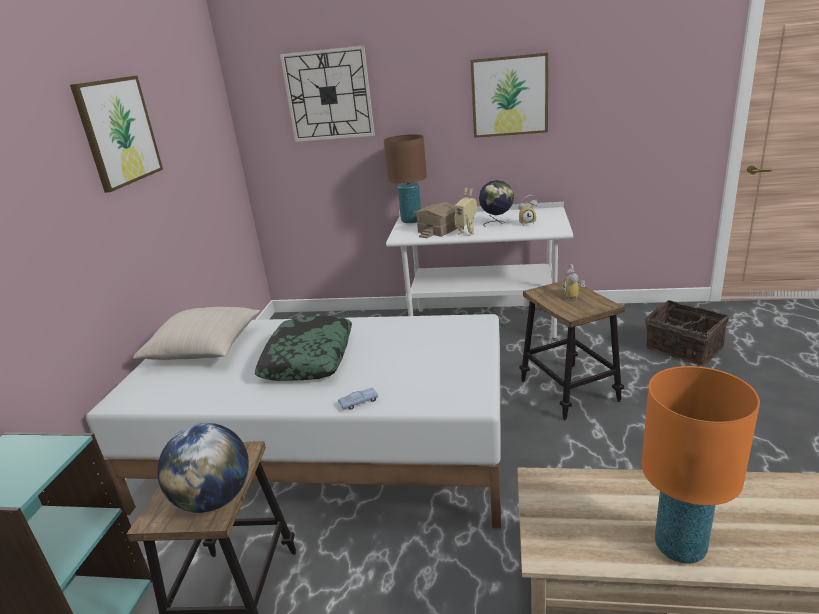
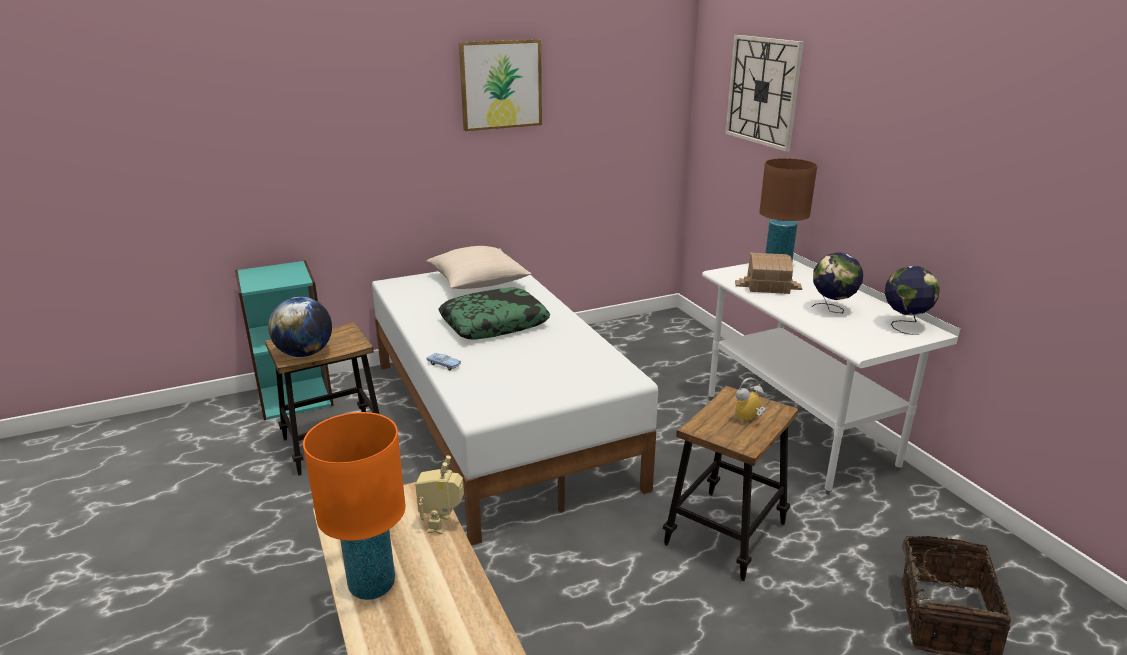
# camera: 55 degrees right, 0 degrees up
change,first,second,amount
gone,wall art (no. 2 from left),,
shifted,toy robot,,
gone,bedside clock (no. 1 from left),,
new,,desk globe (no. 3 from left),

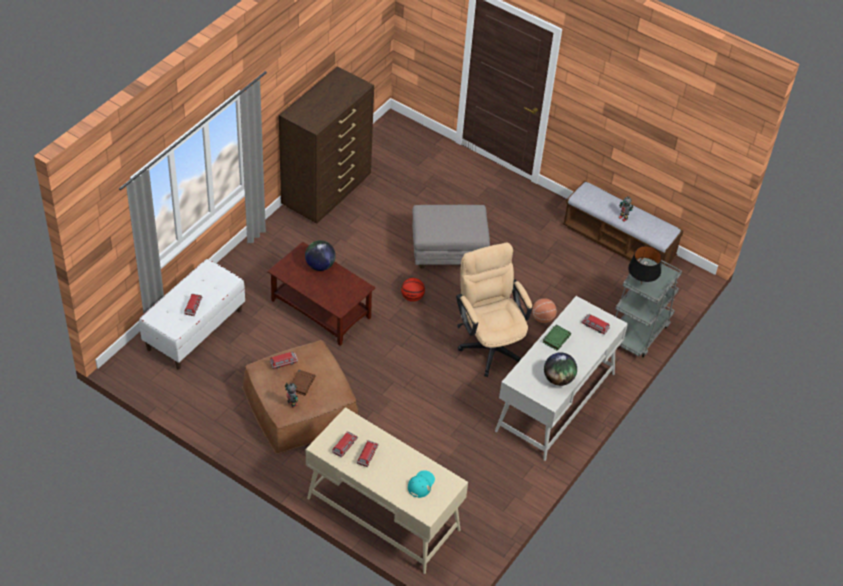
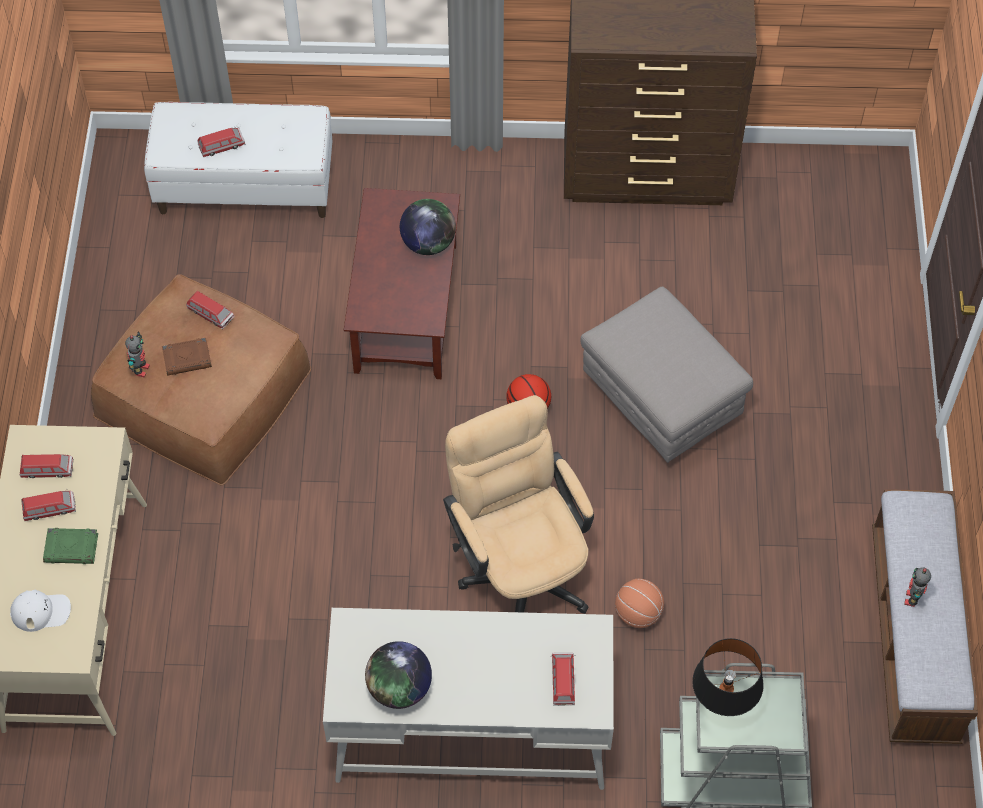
# camera: 60 degrees right, 10 degrees up
change,first,second,amount
rotated,sand-coloured desk chair,,60 degrees counterclockwise
shifted,green-coloured book,,
repainted,blue-green cap,whitish cap,

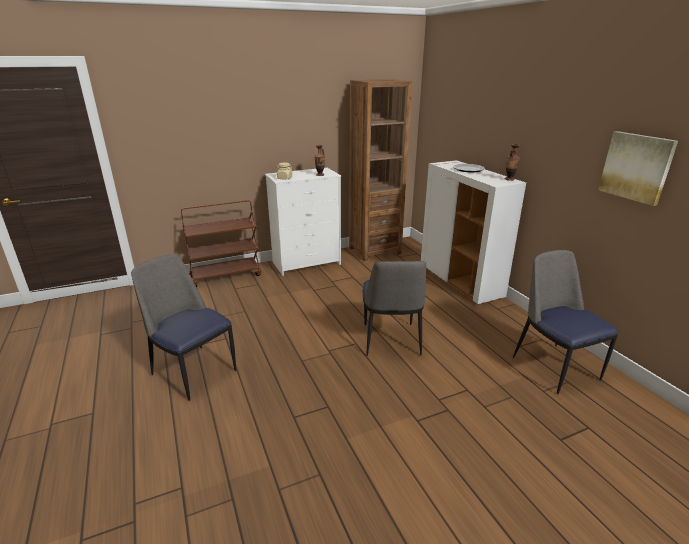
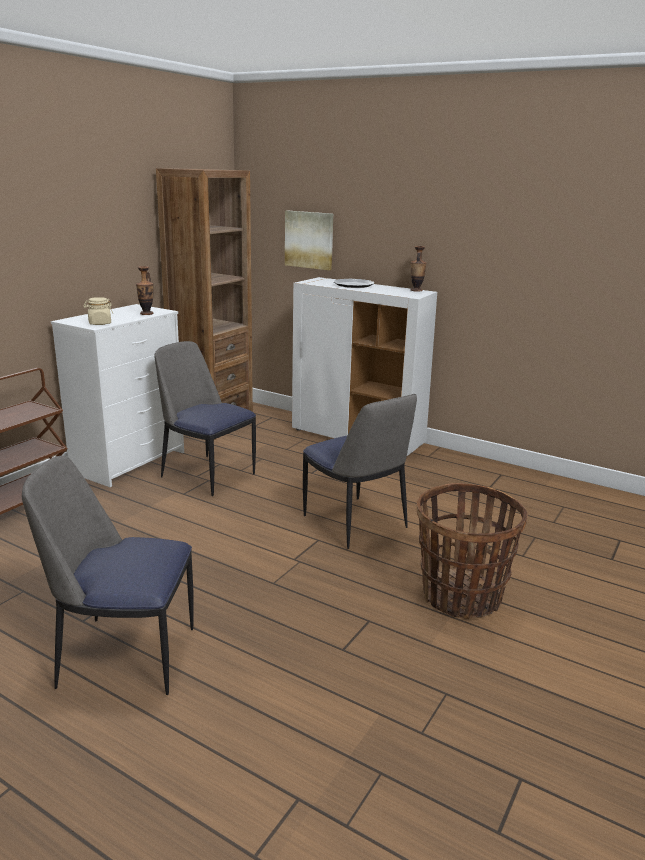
# camera: 35 degrees left, 5 degrees down
change,first,second,amount
shifted,wall art,,
shifted,upright chair (no. 3 from left in the first image),upright chair (no. 2 from left),
new,,household basket,

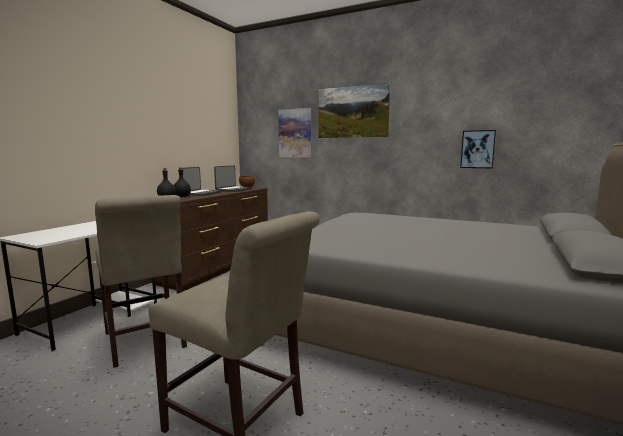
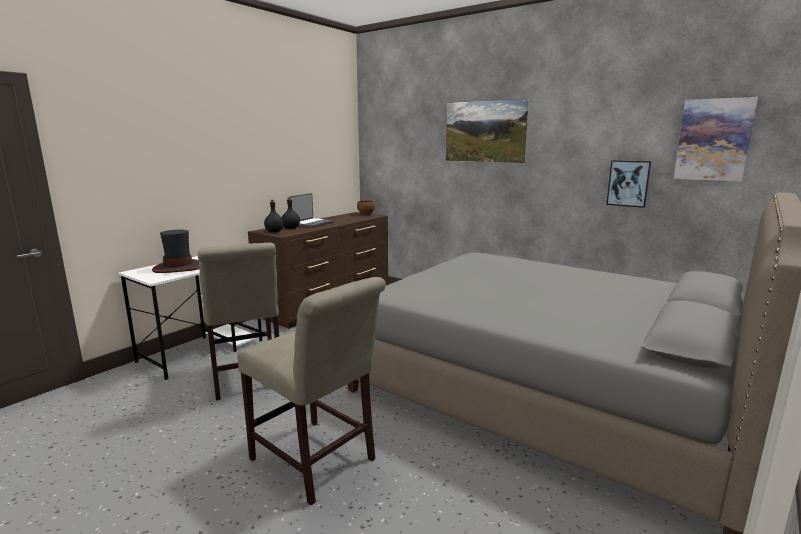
# camera: 10 degrees right, 5 degrees up
change,first,second,amount
shifted,wall art (no. 1 from left in the first image),wall art (no. 3 from left),
gone,notebook computer (no. 2 from left),,
new,,wearable hat,

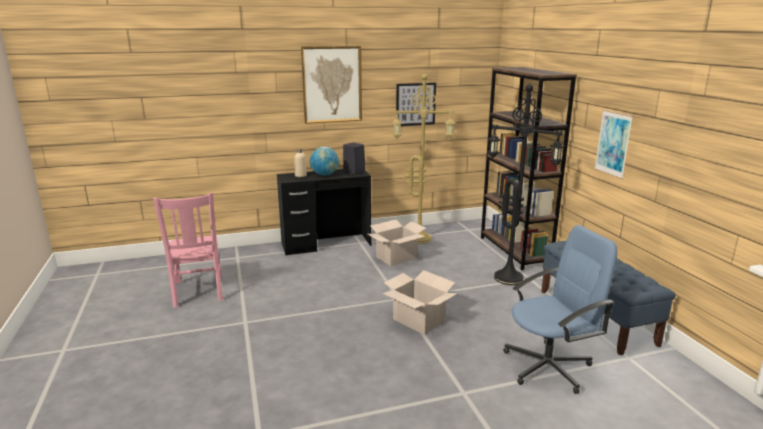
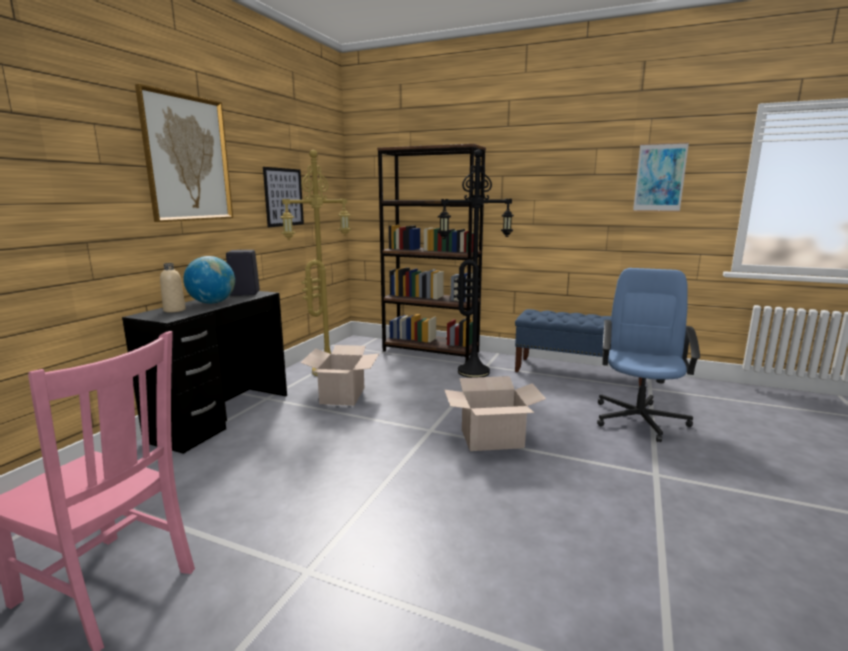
# camera: 50 degrees left, 5 degrees down
change,first,second,amount
shifted,wall art (no. 3 from left),,

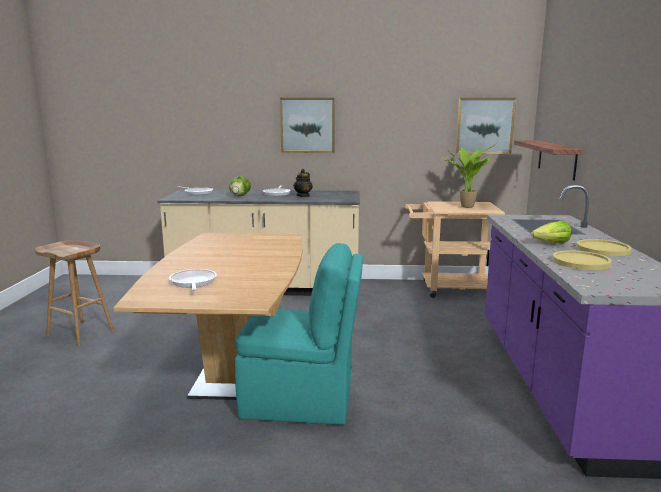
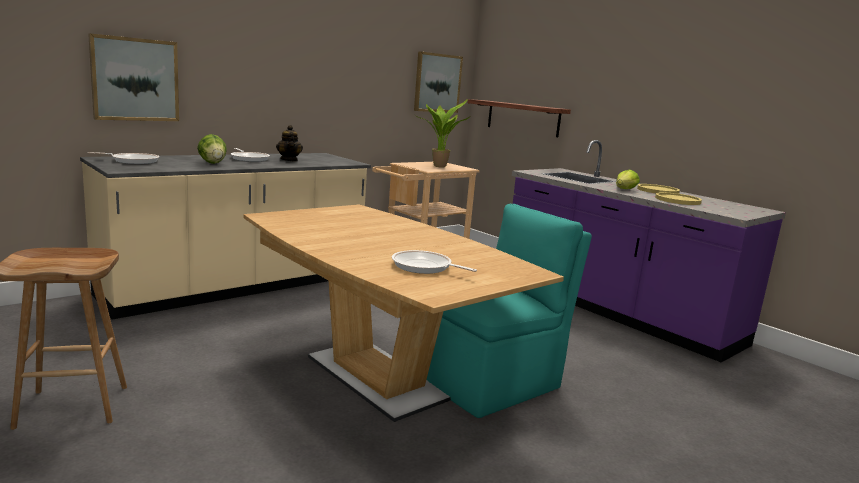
# camera: 45 degrees left, 0 degrees up
change,first,second,amount
shifted,wall art (no. 1 from left),,

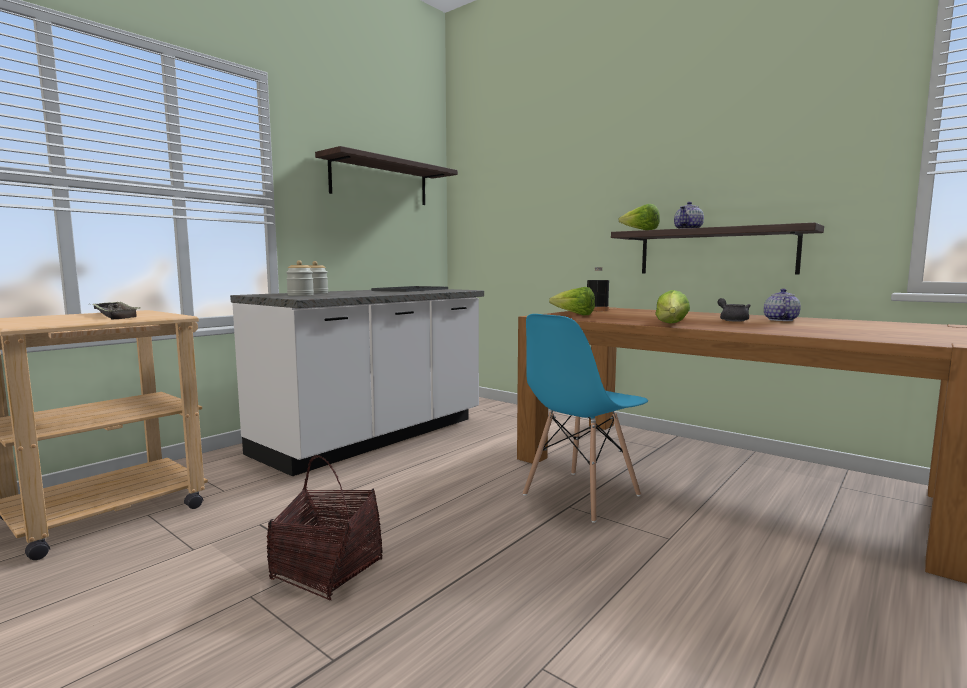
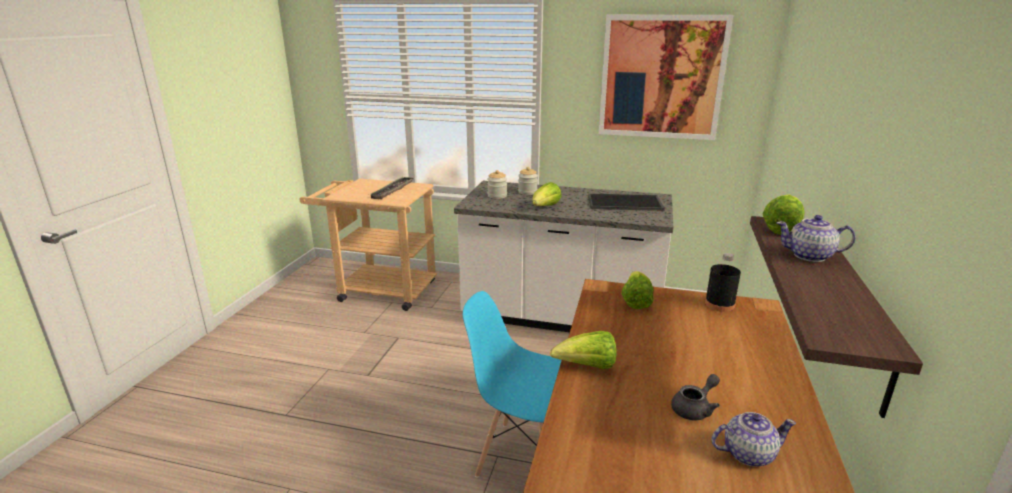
# camera: 65 degrees right, 15 degrees up
change,first,second,amount
swapped,wall shelf (no. 1 from left),wall art,
gone,household basket,,
new,,lettuce (no. 1 from left),

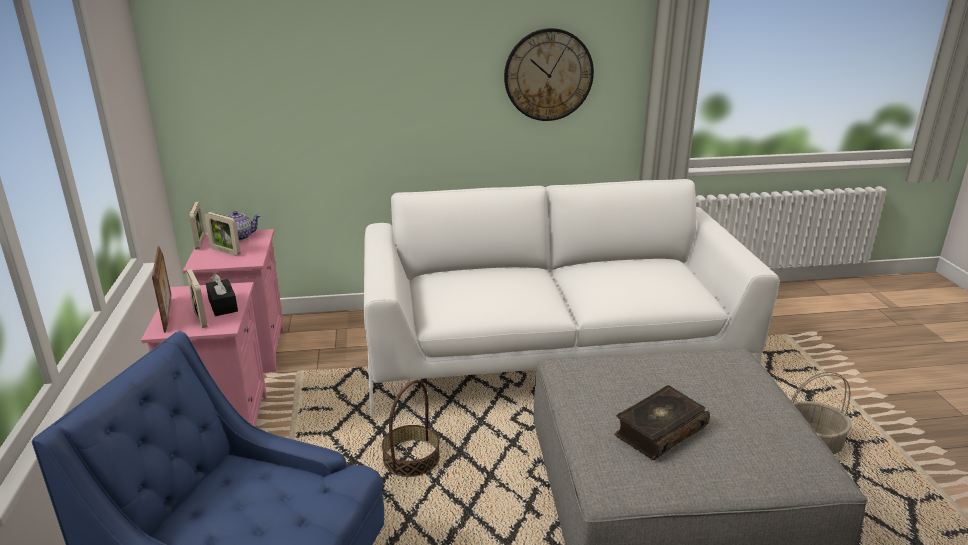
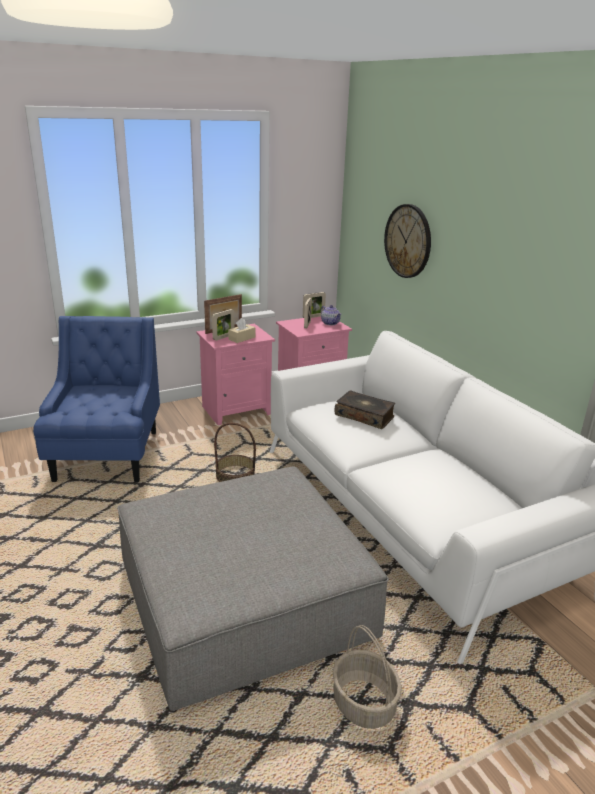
# camera: 70 degrees right, 0 degrees up
change,first,second,amount
shifted,wall clock,,
repainted,blackish tissue holder,sand-coloured tissue holder,
shifted,book,,

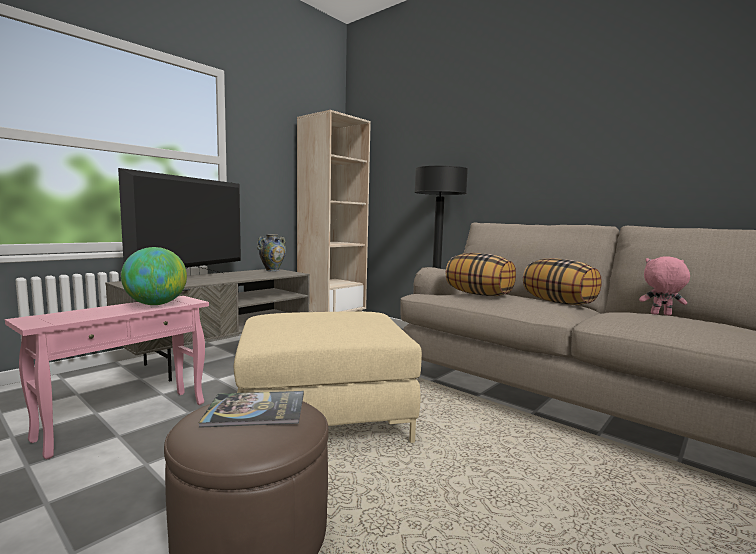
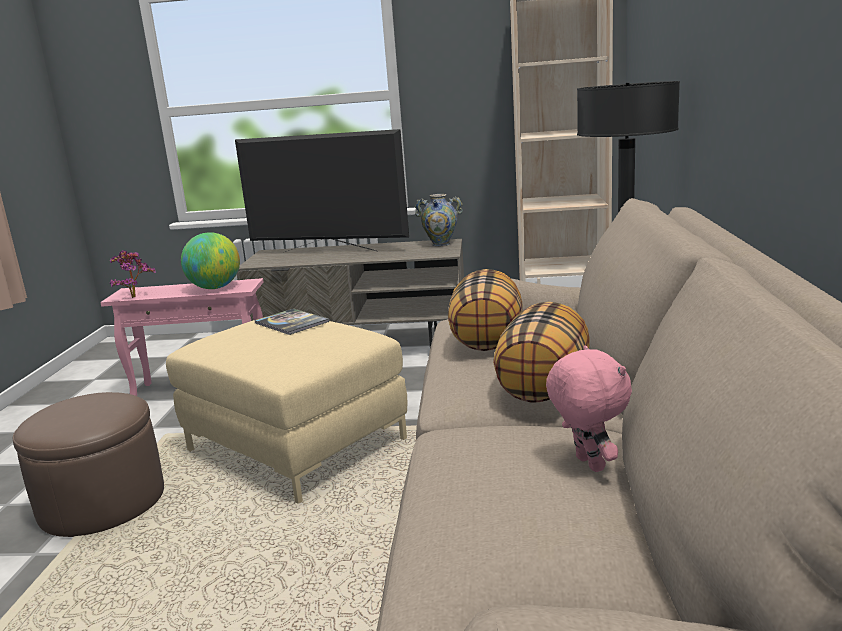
# camera: 55 degrees right, 10 degrees up
change,first,second,amount
rotated,TV,,150 degrees counterclockwise
shifted,book,,
new,,potted plant,

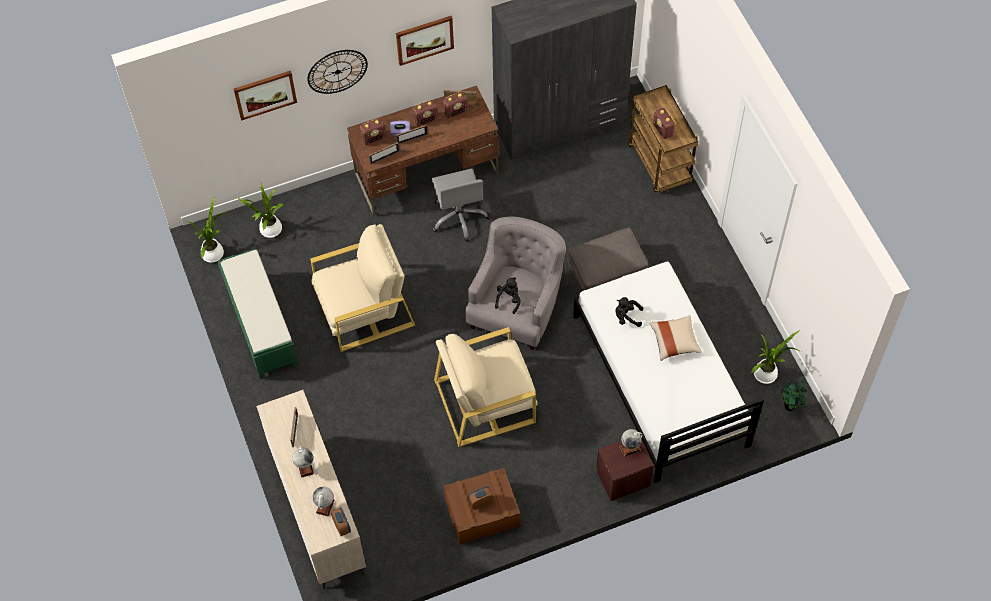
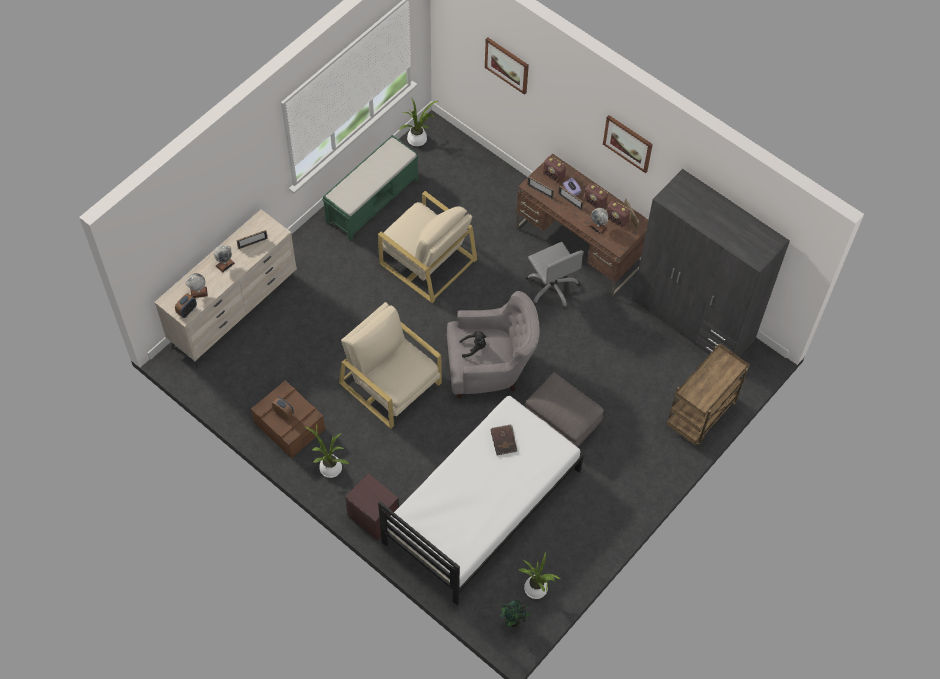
# camera: 60 degrees right, 0 degrees up
change,first,second,amount
gone,wall clock,,
gone,radio receiver (no. 4 from left),,
rotated,gray desk chair,,75 degrees counterclockwise
shifted,potted plant (no. 2 from left in the first image),potted plant (no. 1 from left),
swapped,blackish soft toy (no. 2 from left),brown book,
gone,sand-coloured pillow,,
shifted,desk globe (no. 3 from left),,

